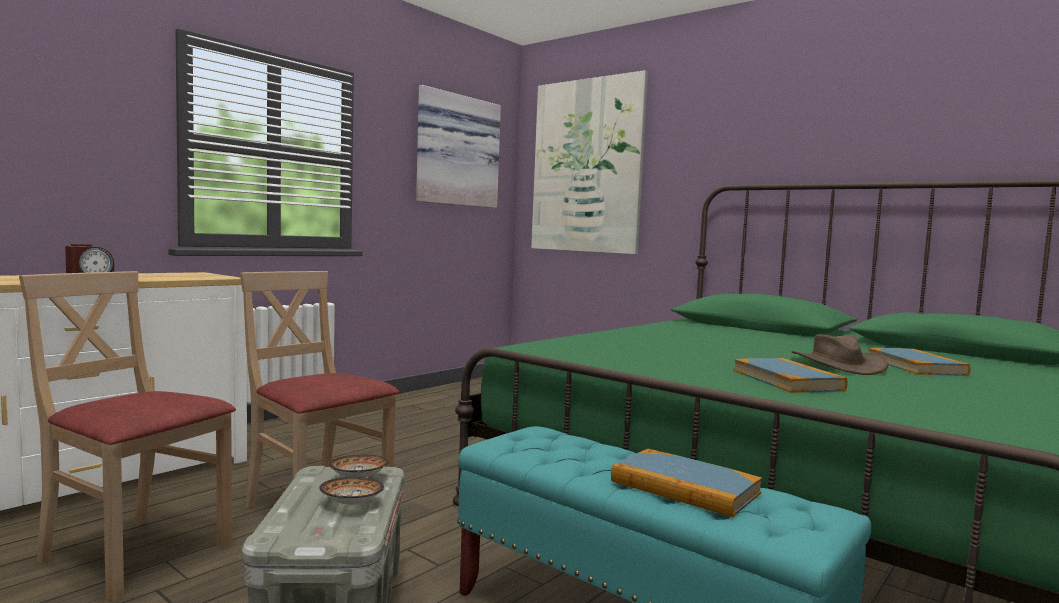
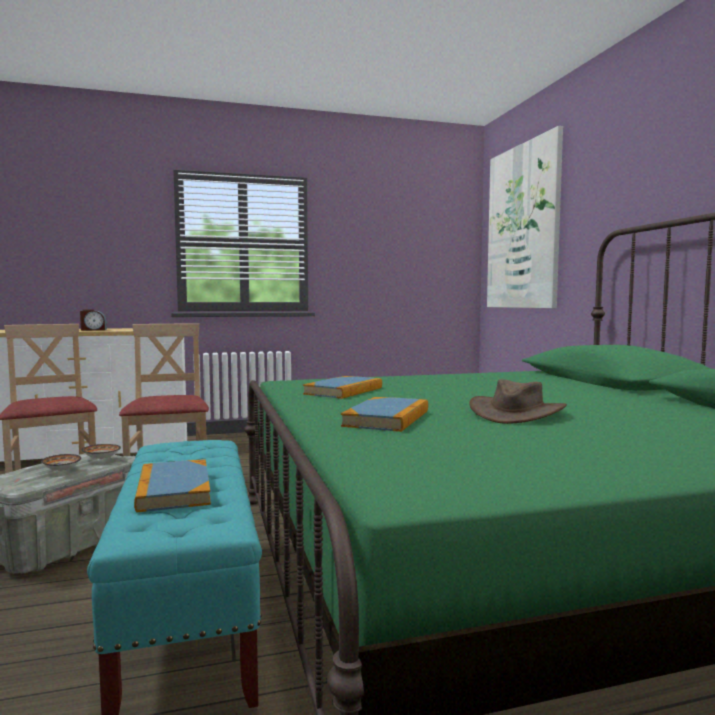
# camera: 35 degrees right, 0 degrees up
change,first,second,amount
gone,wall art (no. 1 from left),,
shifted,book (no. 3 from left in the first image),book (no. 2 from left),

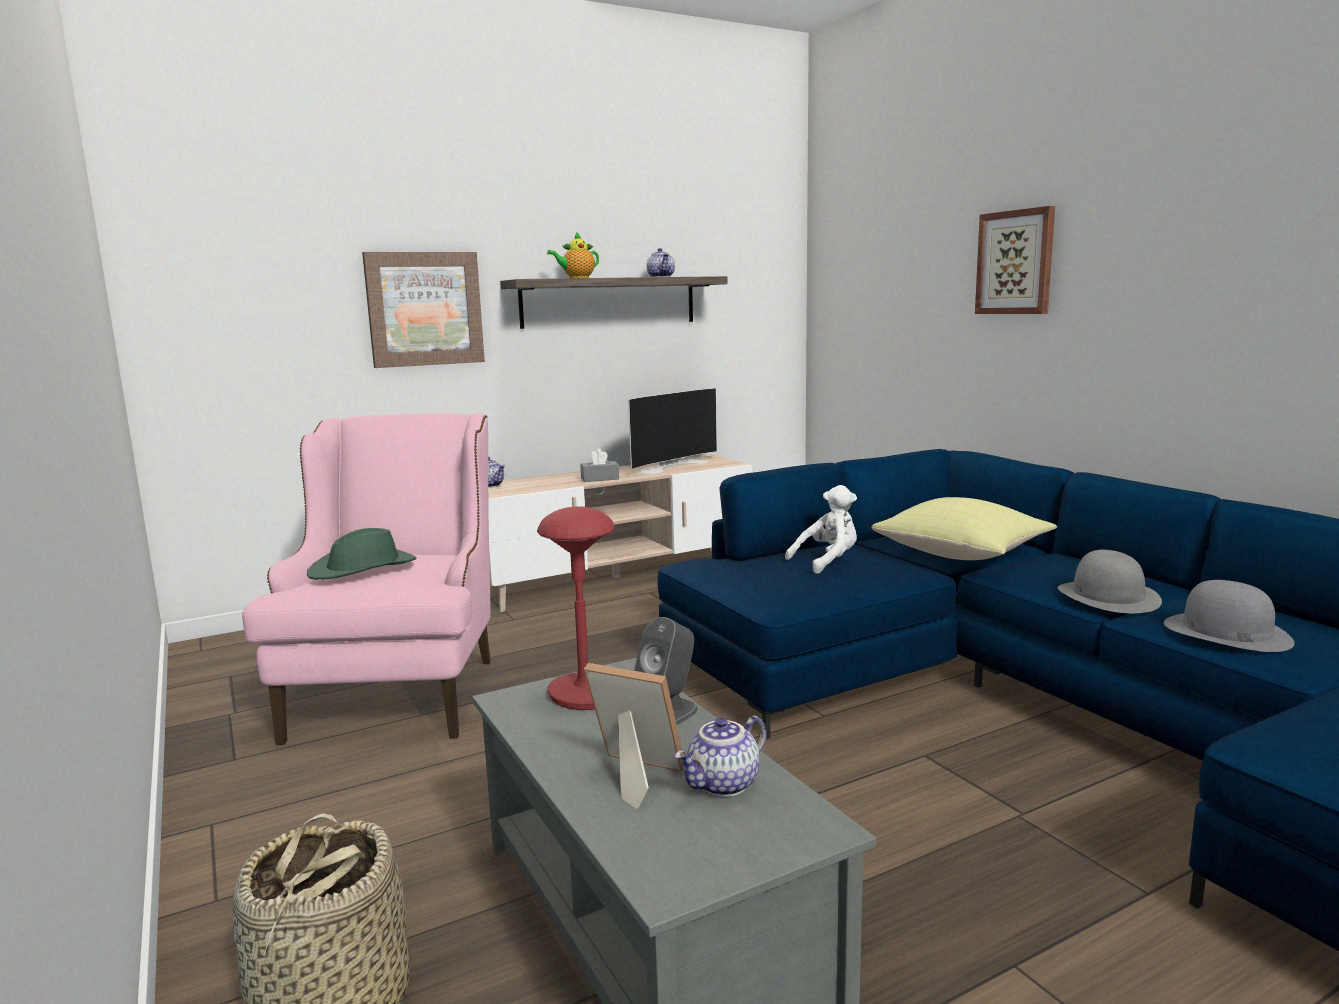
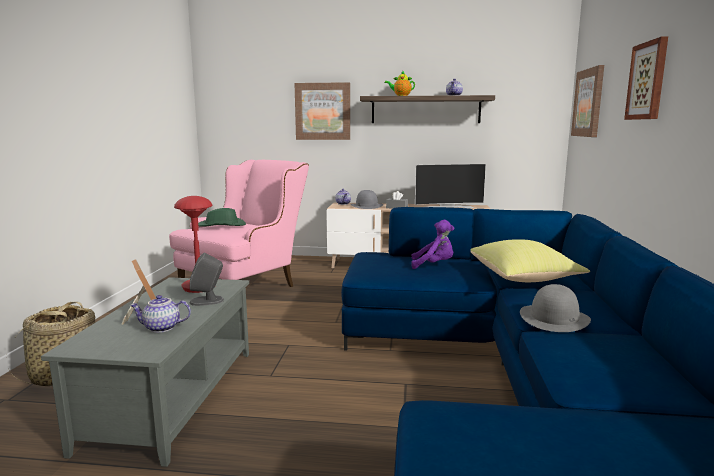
# camera: 35 degrees right, 0 degrees up
change,first,second,amount
repainted,whitish soft toy,purple soft toy,
shifted,gray wearable hat (no. 2 from left in the first image),gray wearable hat (no. 1 from left),
new,,wall art (no. 2 from left),

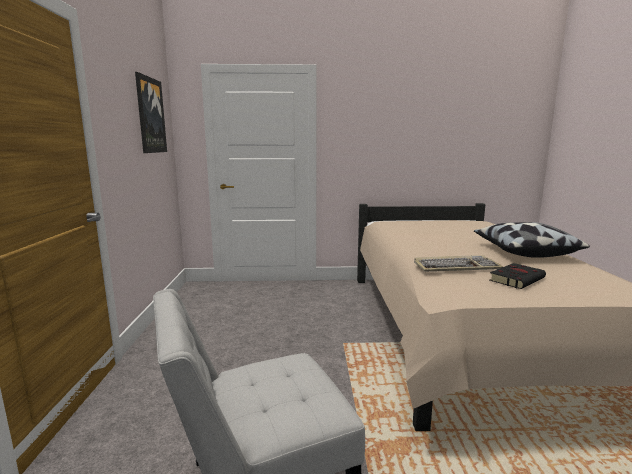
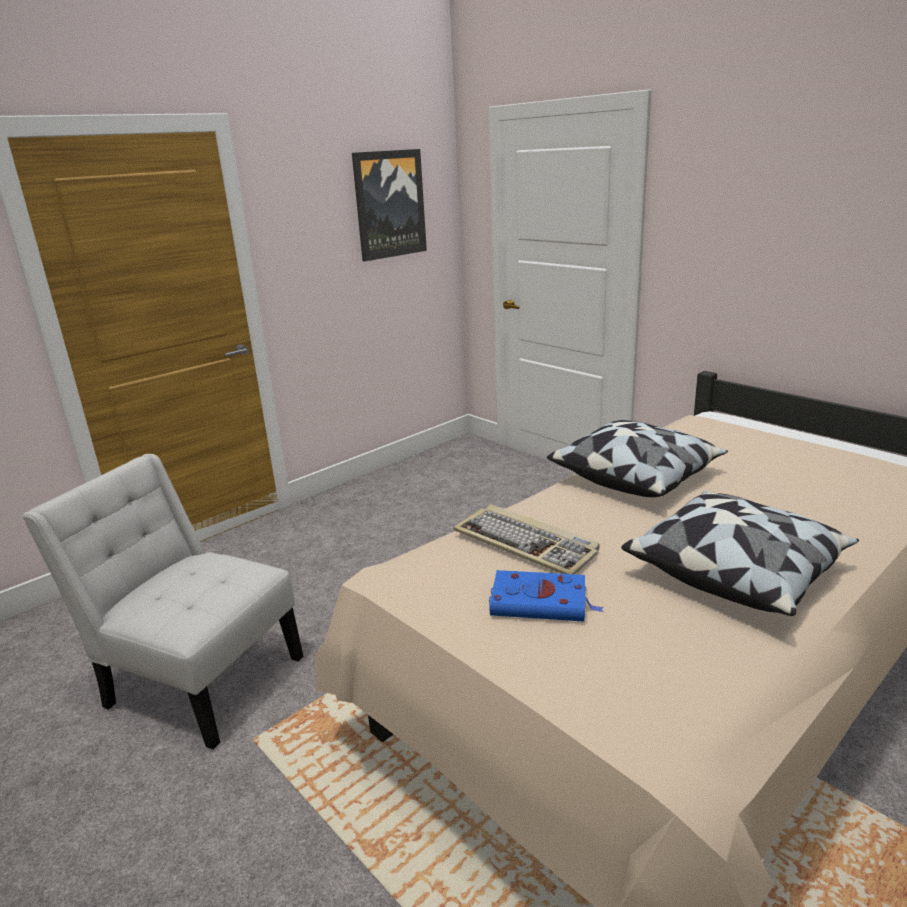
# camera: 50 degrees right, 10 degrees up
change,first,second,amount
repainted,blackish book,blue book,
new,,pillow (no. 1 from left),

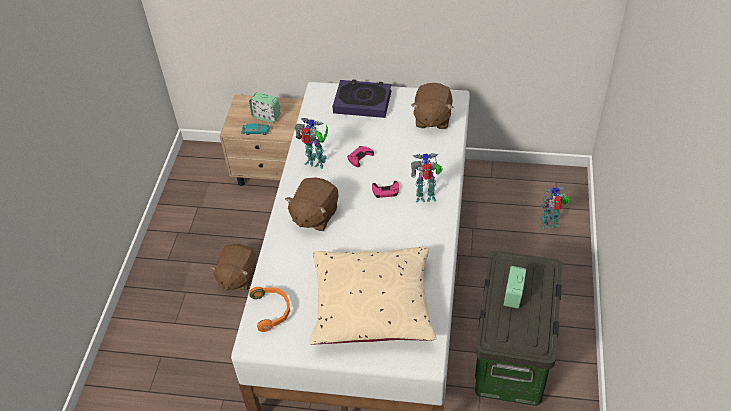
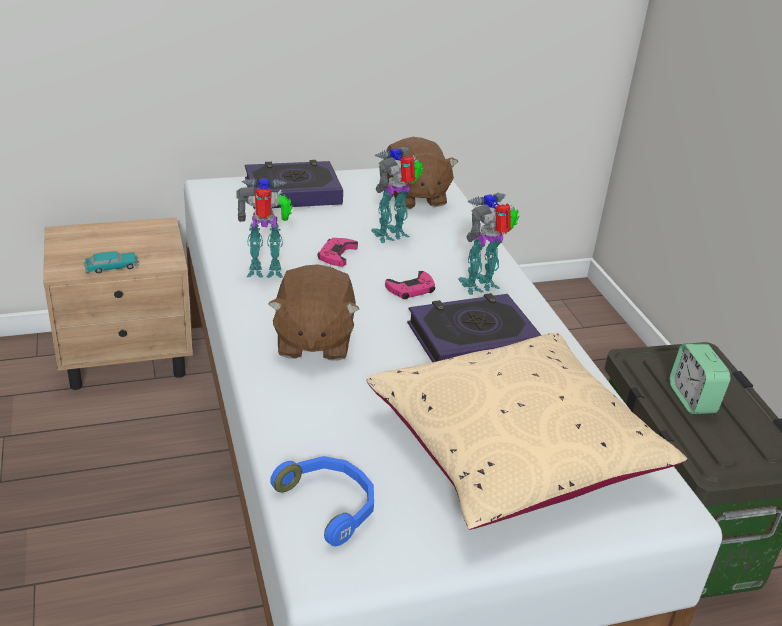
# camera: 30 degrees left, 15 degrees down
change,first,second,amount
gone,bedside clock (no. 1 from left),,
shifted,toy robot (no. 3 from left in the first image),toy robot (no. 2 from left),
gone,brown soft toy (no. 1 from left),,
repainted,orangey pair of headphones,blue pair of headphones,
new,,book (no. 2 from left),

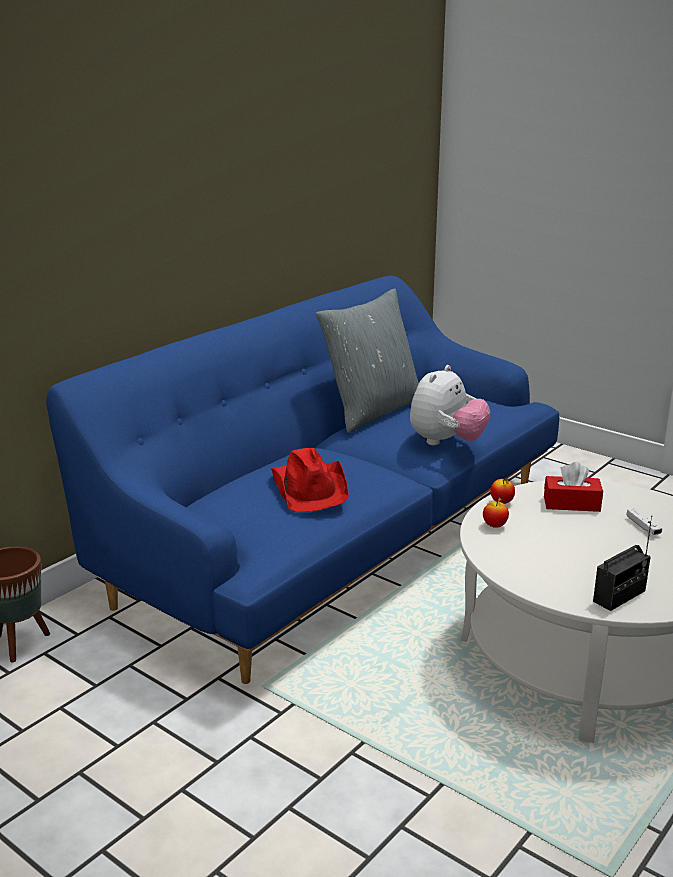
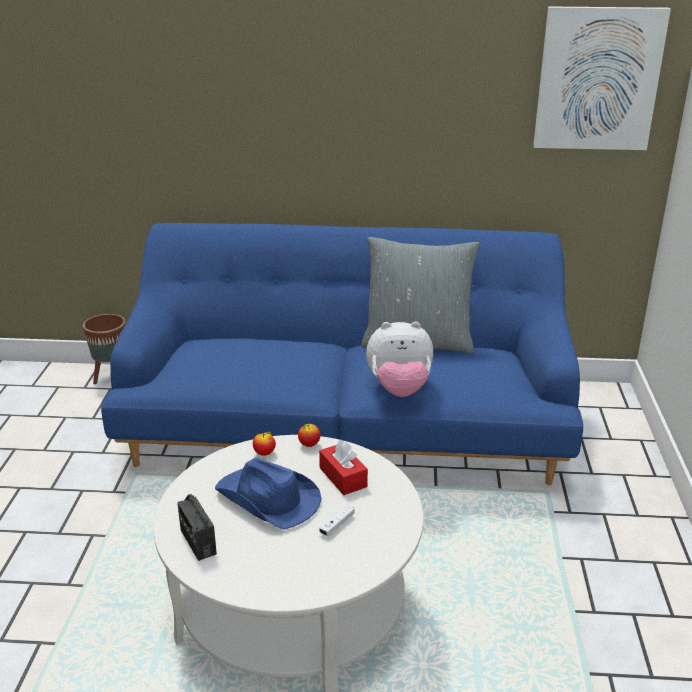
# camera: 55 degrees right, 5 degrees up
change,first,second,amount
gone,reddish wearable hat,,
rotated,radio receiver,,45 degrees clockwise
new,,wall art,
new,,blue wearable hat,

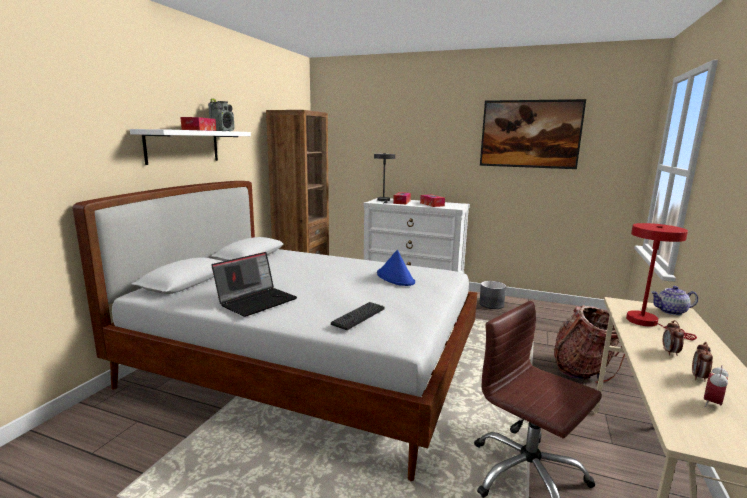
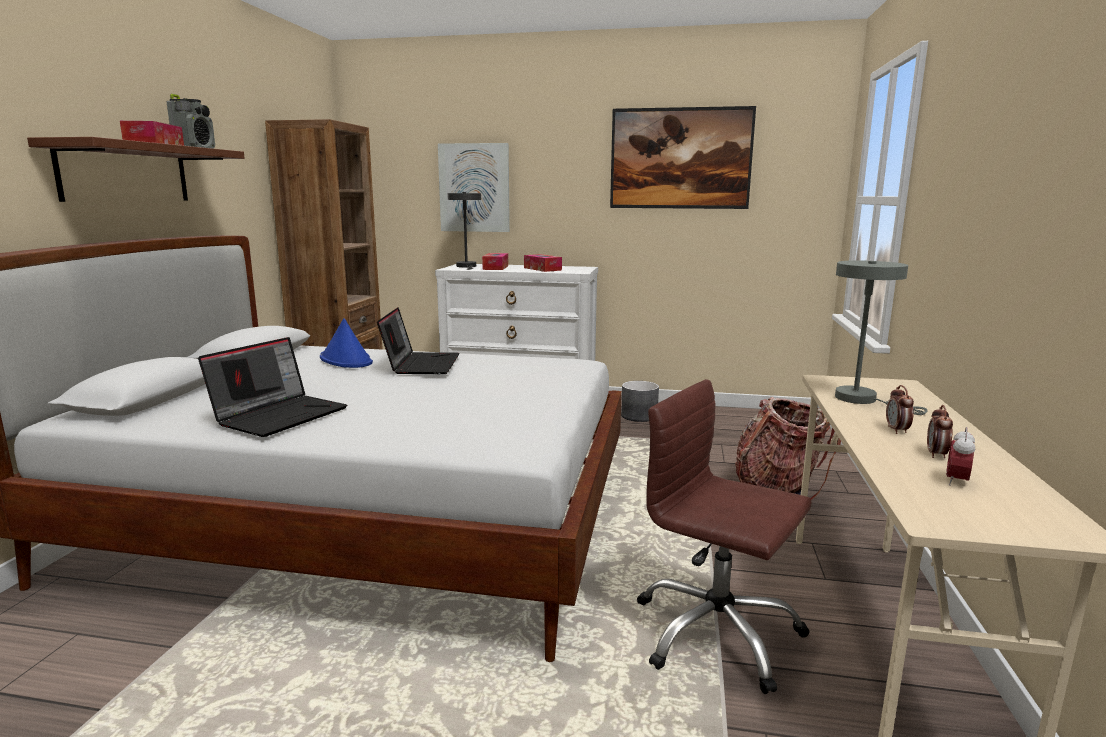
# camera: 10 degrees left, 0 degrees up
change,first,second,amount
repainted,whitish wall shelf,brown wall shelf,
repainted,reddish table lamp,gray table lamp (no. 2 from left),
shifted,blue wearable hat,,
gone,teapot,,
gone,PC keyboard,,
new,,wall art (no. 1 from left),
new,,notebook computer (no. 2 from left),

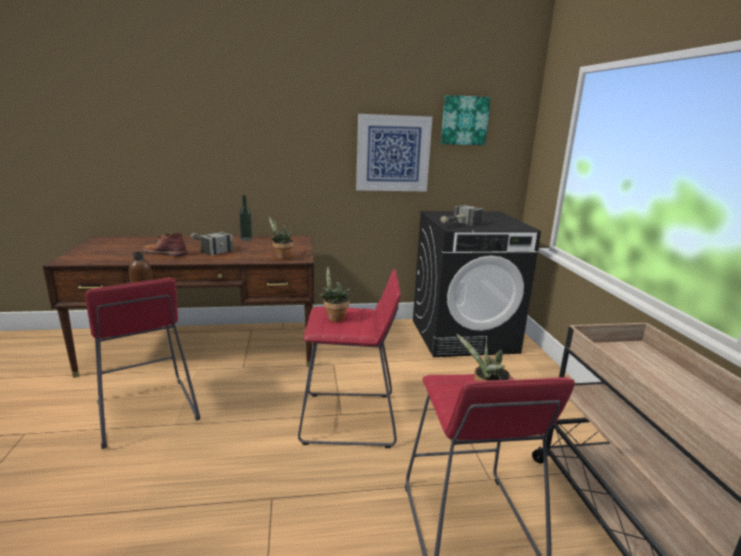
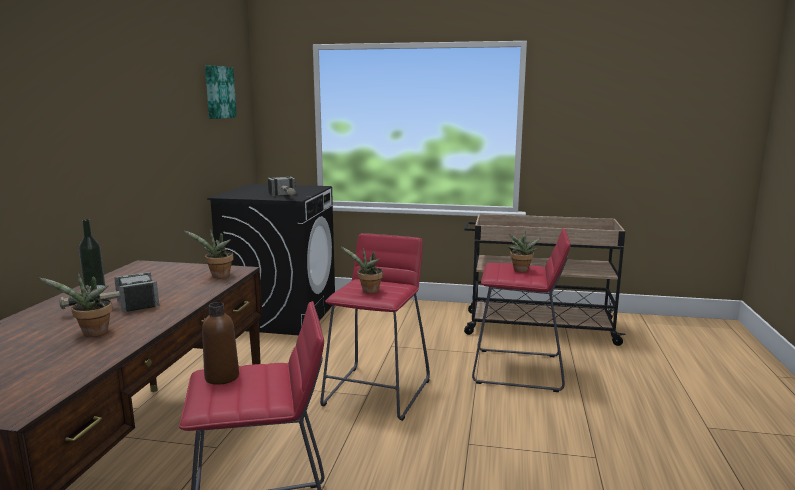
# camera: 70 degrees left, 5 degrees down
change,first,second,amount
gone,wall art (no. 1 from left),,
swapped,brown tall boot,potted plant (no. 1 from left),

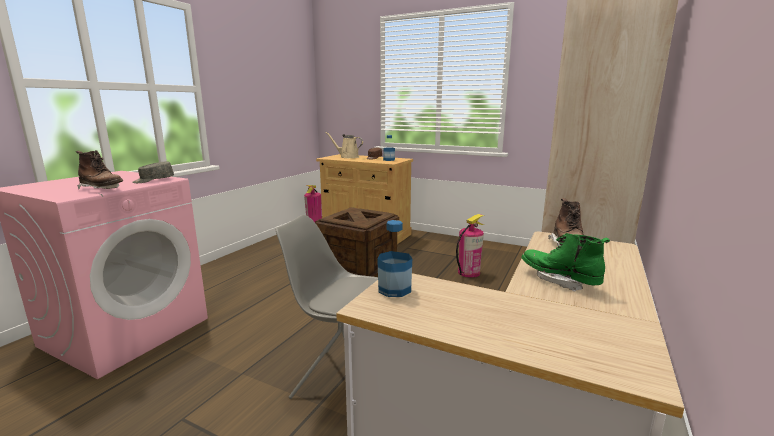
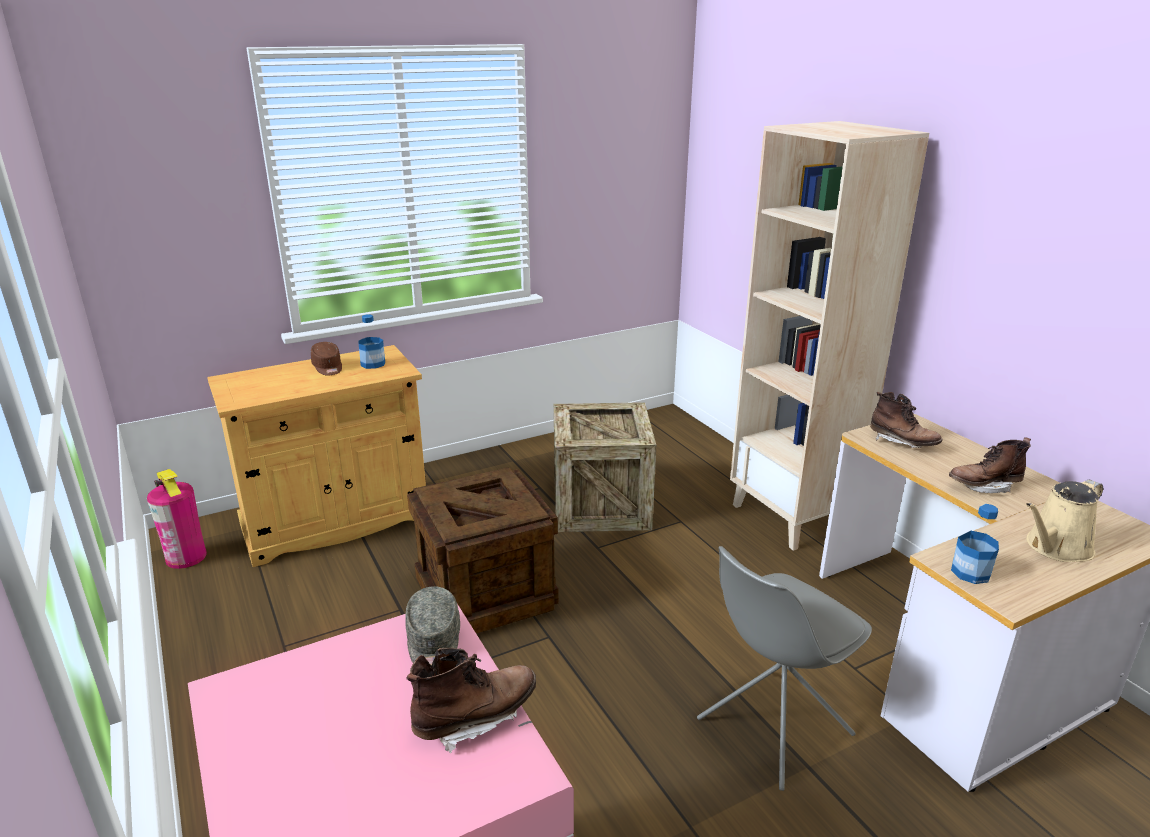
# camera: 55 degrees left, 10 degrees up
change,first,second,amount
shifted,sand-coloured sprinkling can,,
swapped,extinguisher (no. 2 from left),packing crate (no. 2 from left),
repainted,green-coloured tall boot,brown tall boot (no. 3 from left),

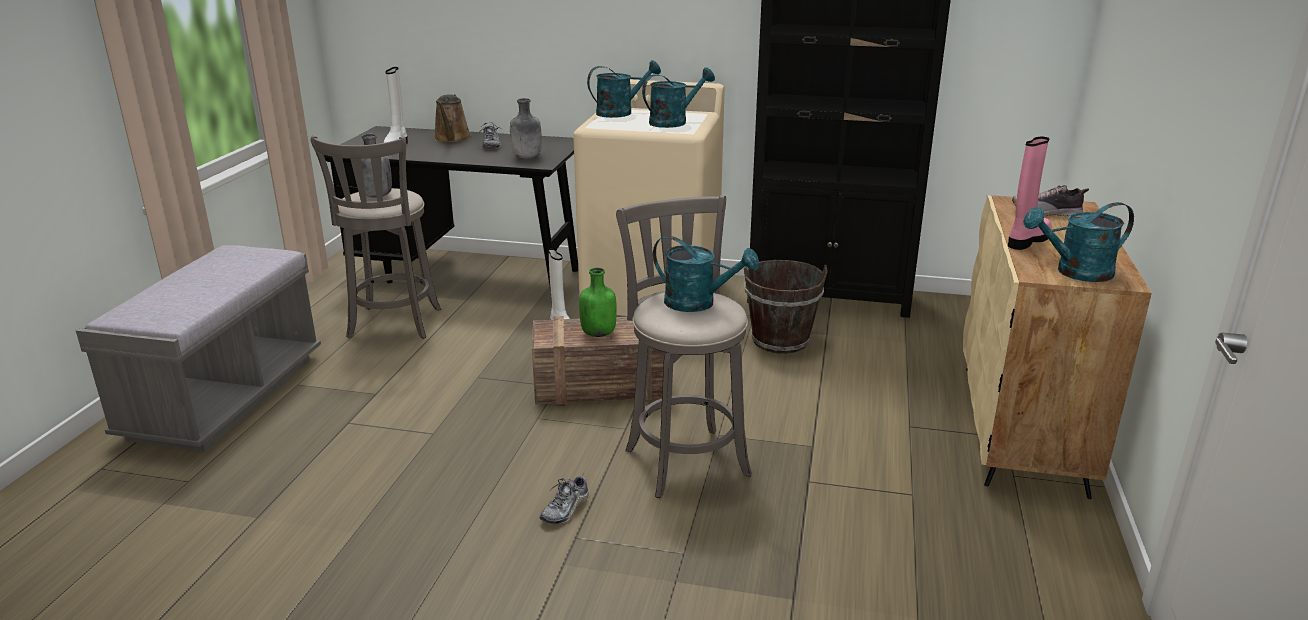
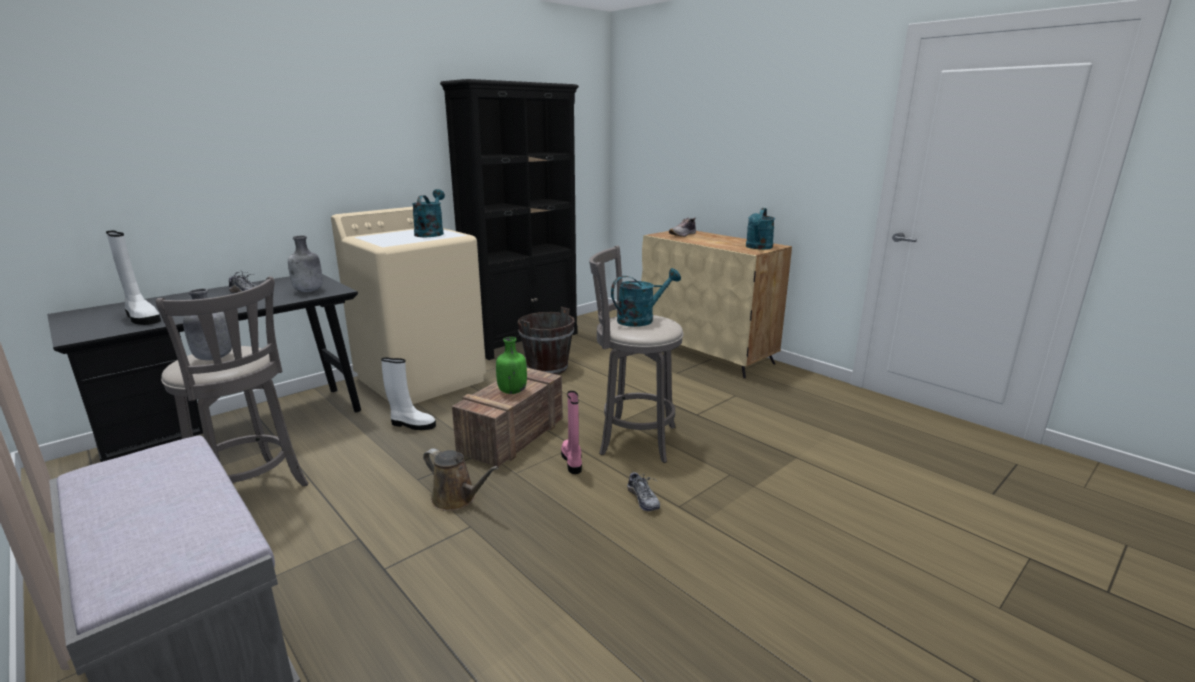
# camera: 55 degrees left, 5 degrees down
change,first,second,amount
gone,blue-green sprinkling can (no. 1 from left),,
shifted,brown sprinkling can,,
shifted,pink-coloured tall boot,,

